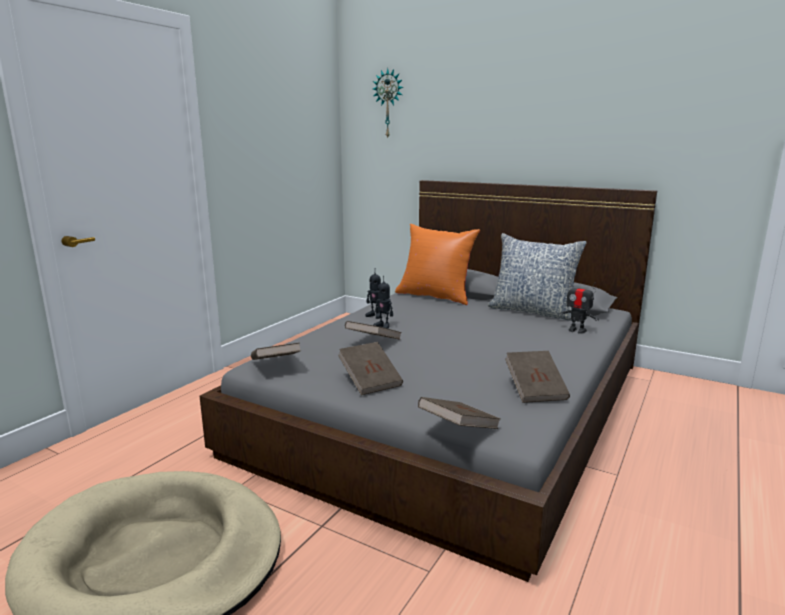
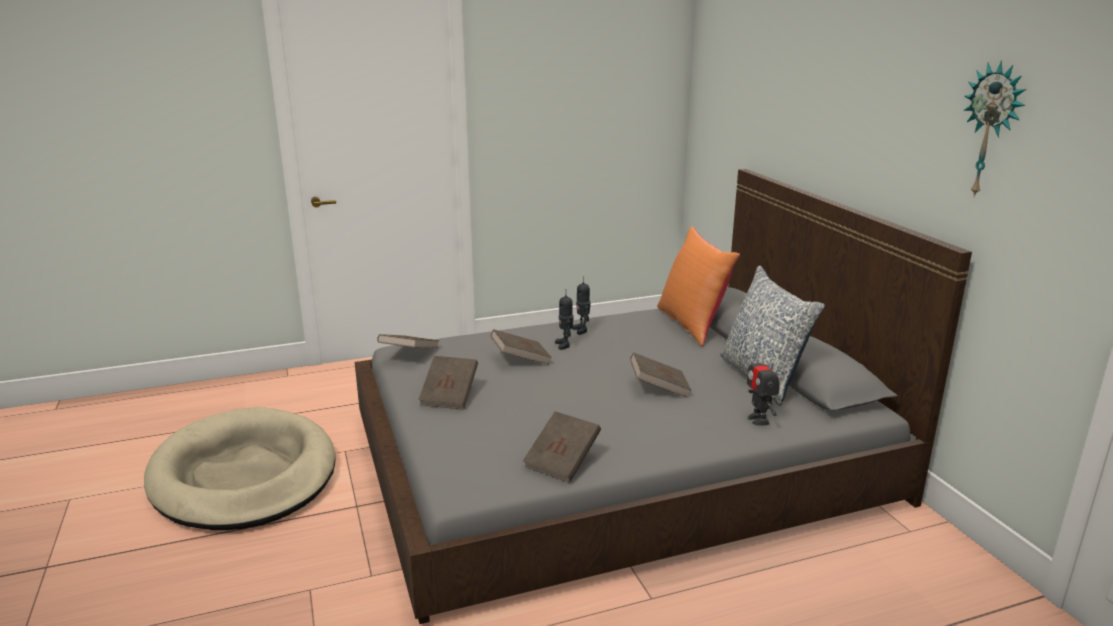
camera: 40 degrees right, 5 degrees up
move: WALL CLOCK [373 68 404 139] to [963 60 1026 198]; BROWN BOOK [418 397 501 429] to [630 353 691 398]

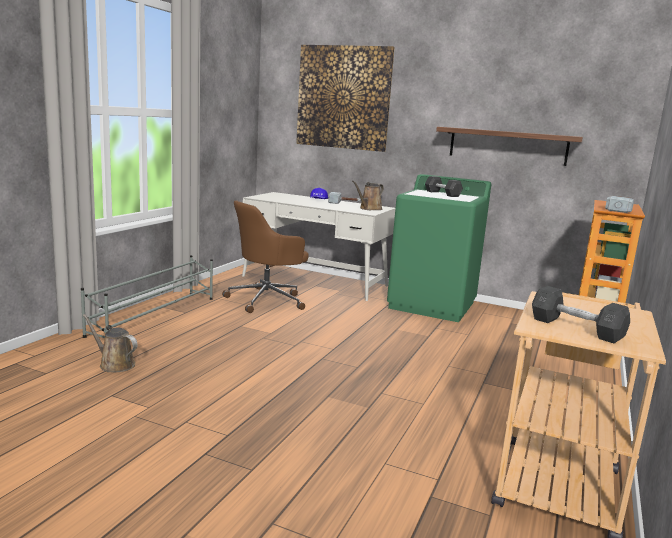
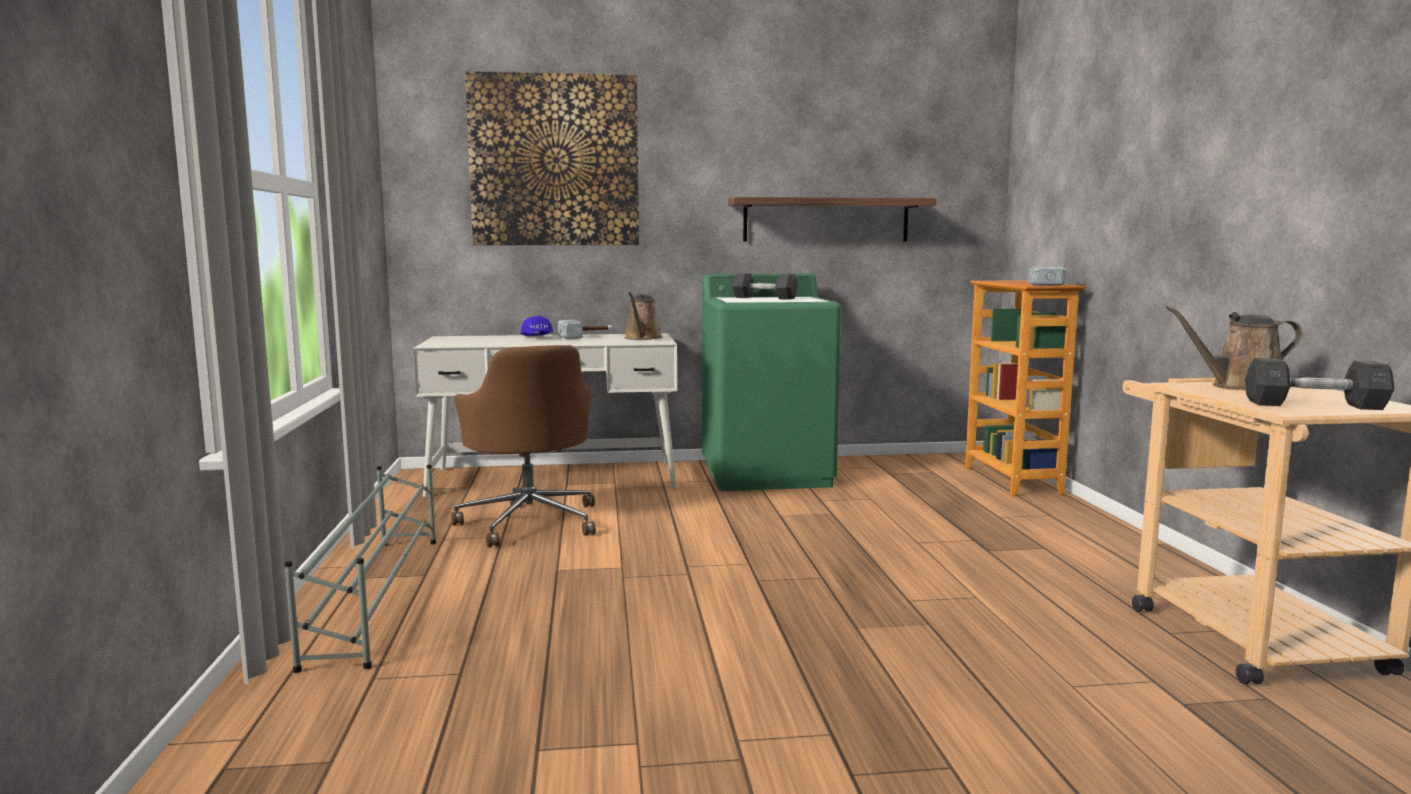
camera: 30 degrees left, 5 degrees down
move: BROWN WATERING CAN [83 314 137 372] to [1166 306 1303 390]
rotate: BROWN OFFICE CHAIR [222 200 309 313] = [451 345 596 548] 45 degrees counterclockwise

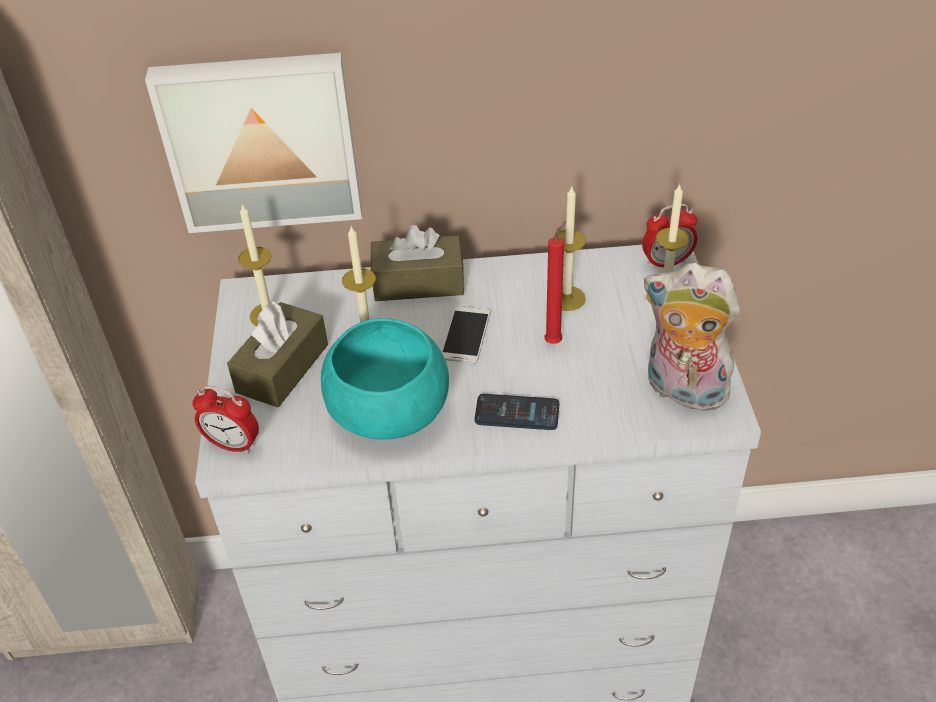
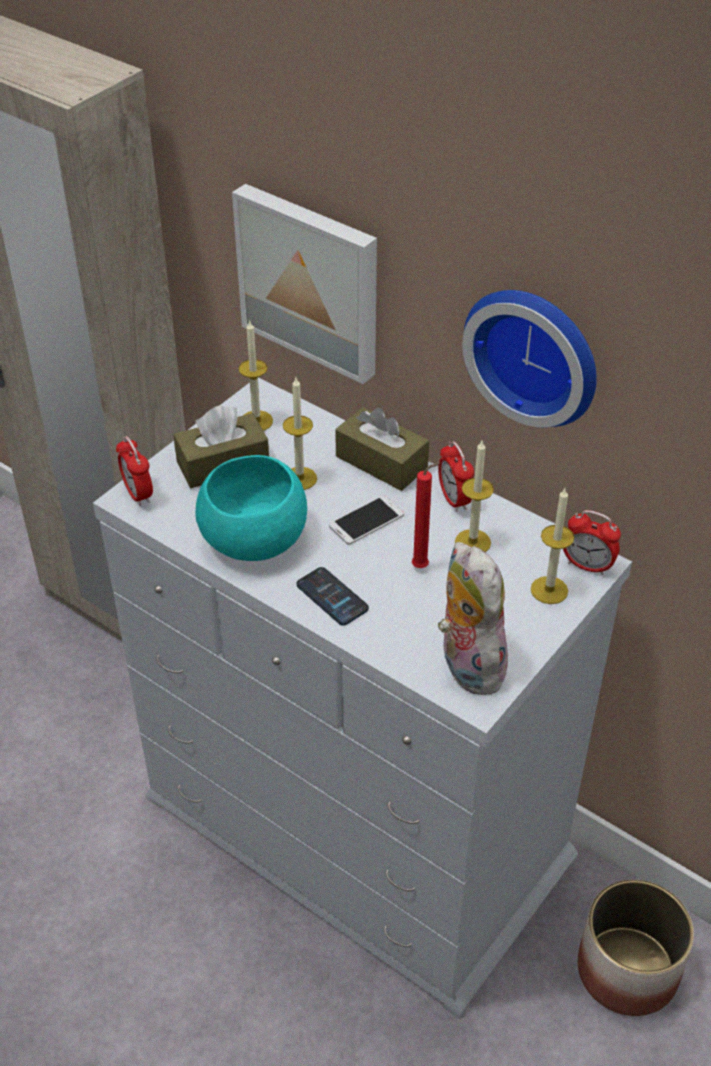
camera: 40 degrees right, 0 degrees up
insert: ALARM CLOCK [438 441 474 512]; WALL CLOCK [462 290 597 427]; PLANTER [578 879 694 1016]

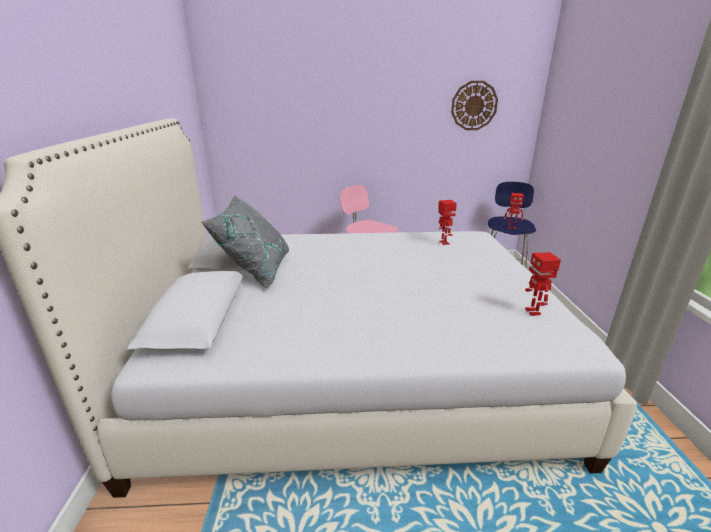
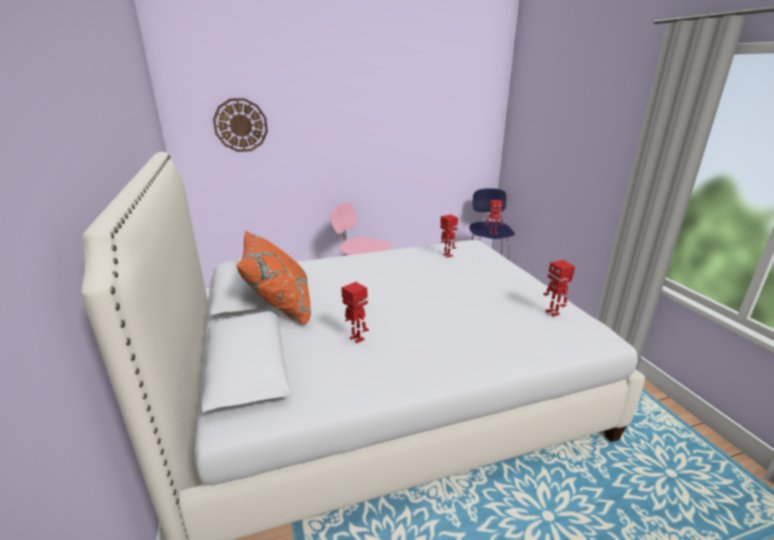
camera: 15 degrees left, 0 degrees up
insert: TOY ROBOT [341 282 369 343]
move: WALL CLOCK [451 81 498 130] to [213 98 268 152]
recolor: GREY PILLOW [202 195 289 288] to ORANGE PILLOW [236 231 311 324]

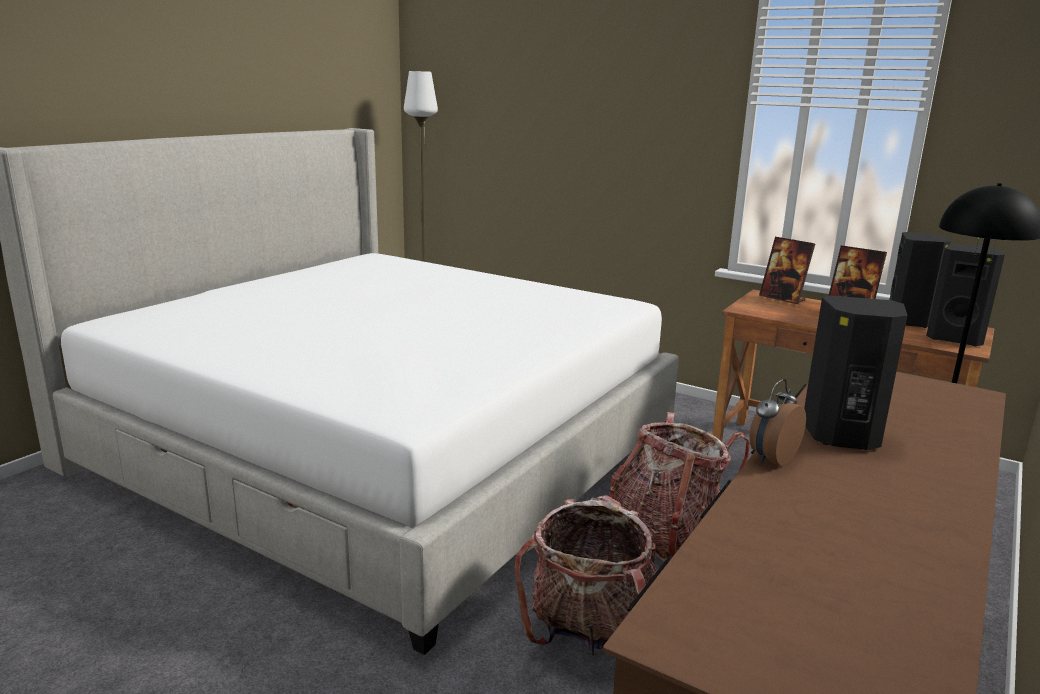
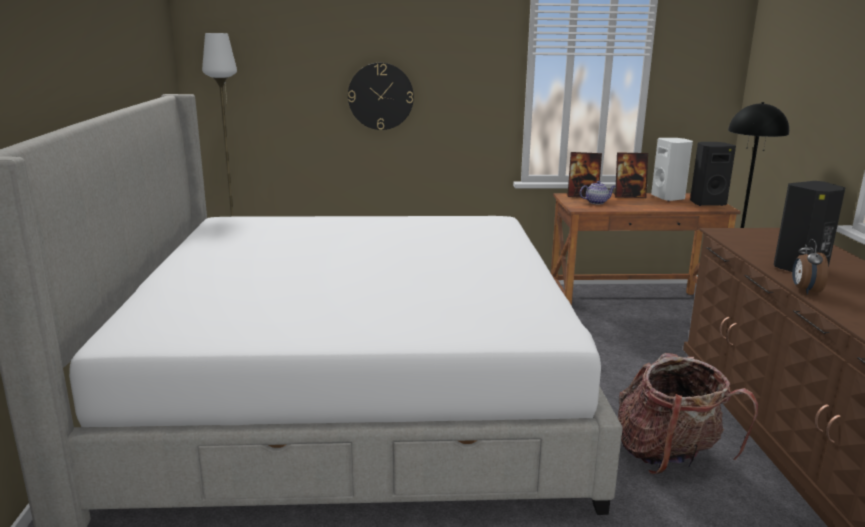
camera: 35 degrees left, 0 degrees up
delete: BACKPACK [609 412 750 562]
insert: WALL CLOCK [348 63 414 130]; TEAPOT [580 181 616 204]
recolor: BLACK SPEAKER [889 232 951 328] to WHITE SPEAKER [651 138 693 201]

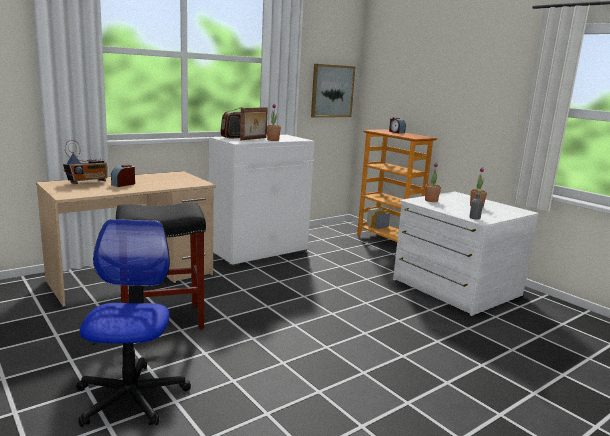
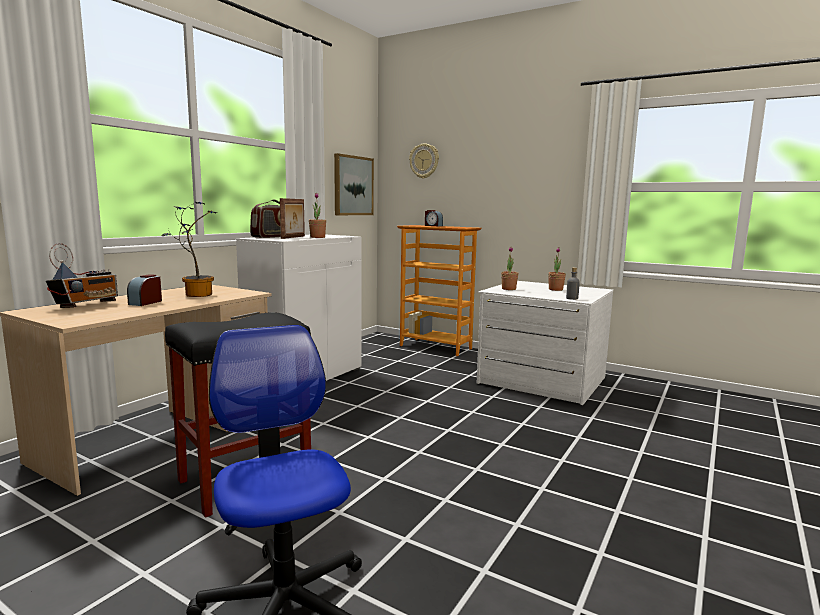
camera: 20 degrees left, 5 degrees down
insert: POTTED PLANT [161 202 217 297]; WALL CLOCK [409 144 439 179]

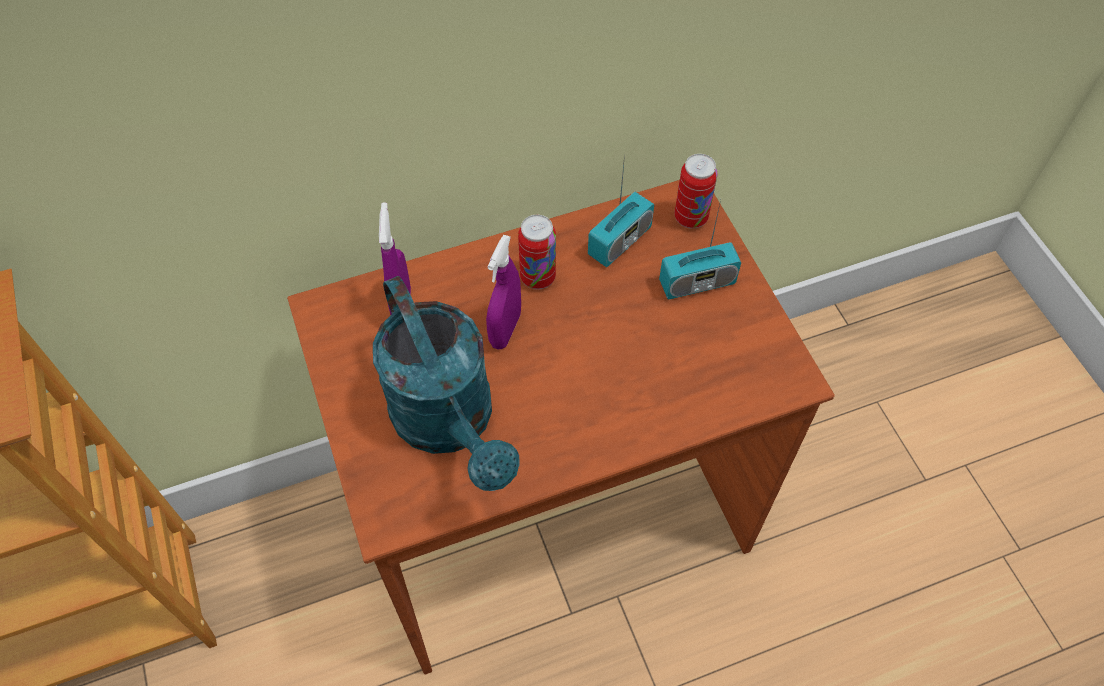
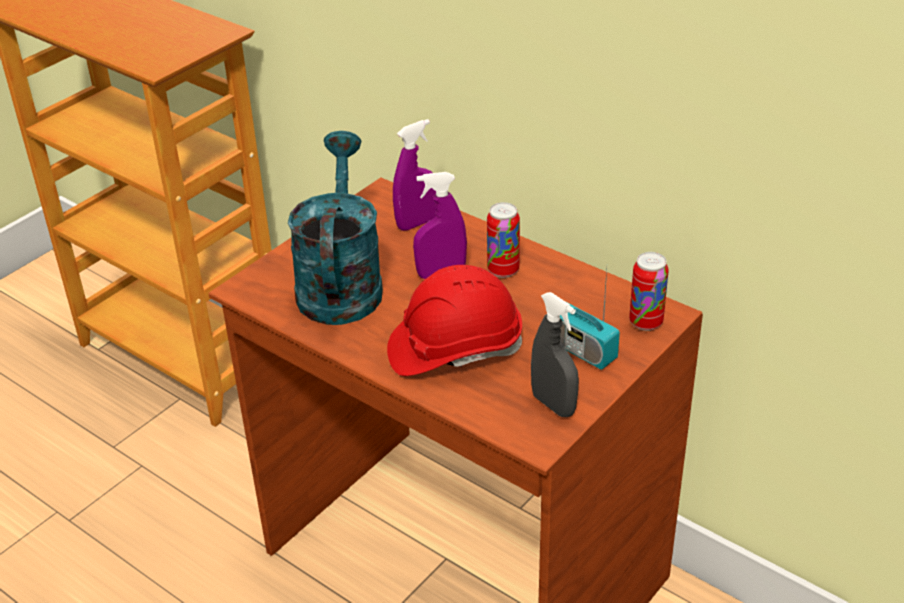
camera: 60 degrees right, 20 degrees down
delete: RADIO [588 154 654 267]
insert: RED HARD HAT [387 265 522 376]; GREY SPRAY BOTTLE [531 292 579 417]
rotate: TURQUOISE WATERING CAN [373 276 520 491] = [288 131 383 325] 150 degrees clockwise

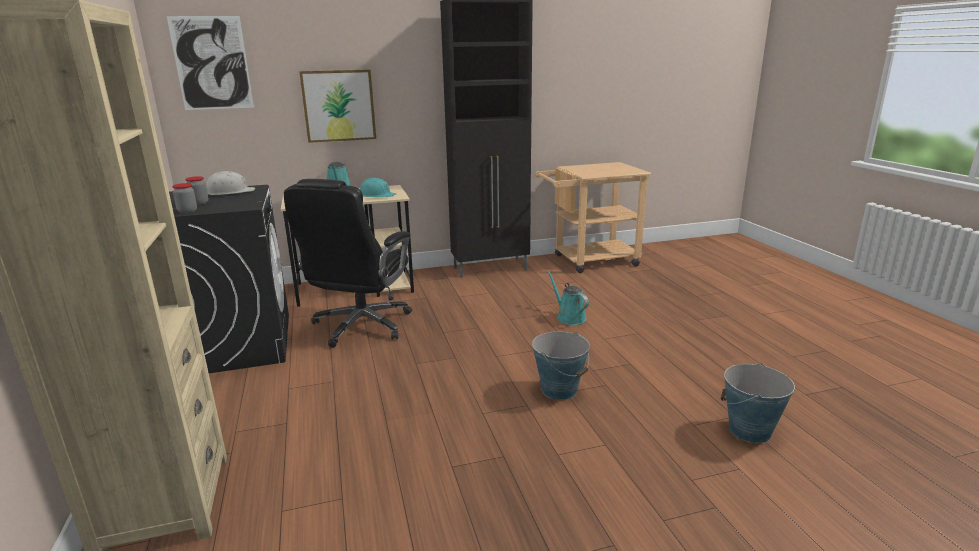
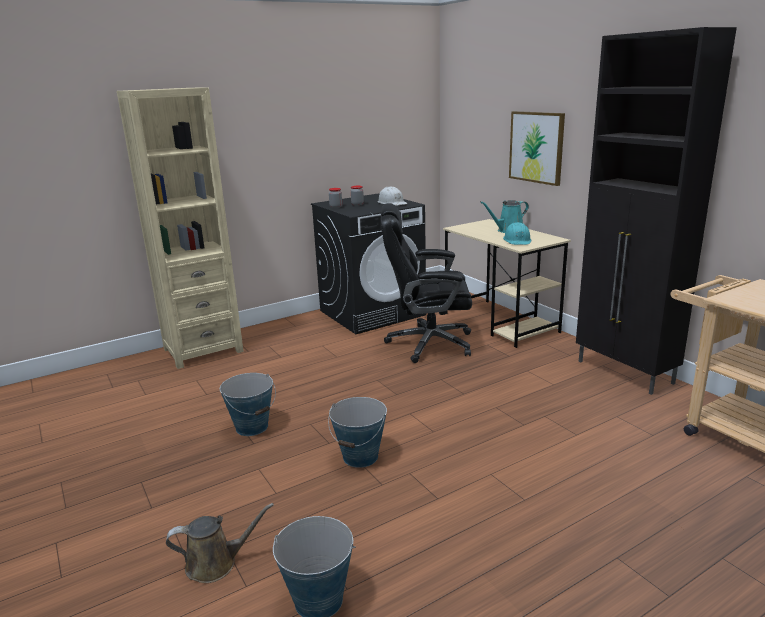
camera: 75 degrees right, 0 degrees up
delete: PICTURE [167 16 254 110]; TURQUOISE WATERING CAN [547 271 589 325]
insert: BROWN WATERING CAN [166 503 274 583]; BUCKET [220 373 276 436]

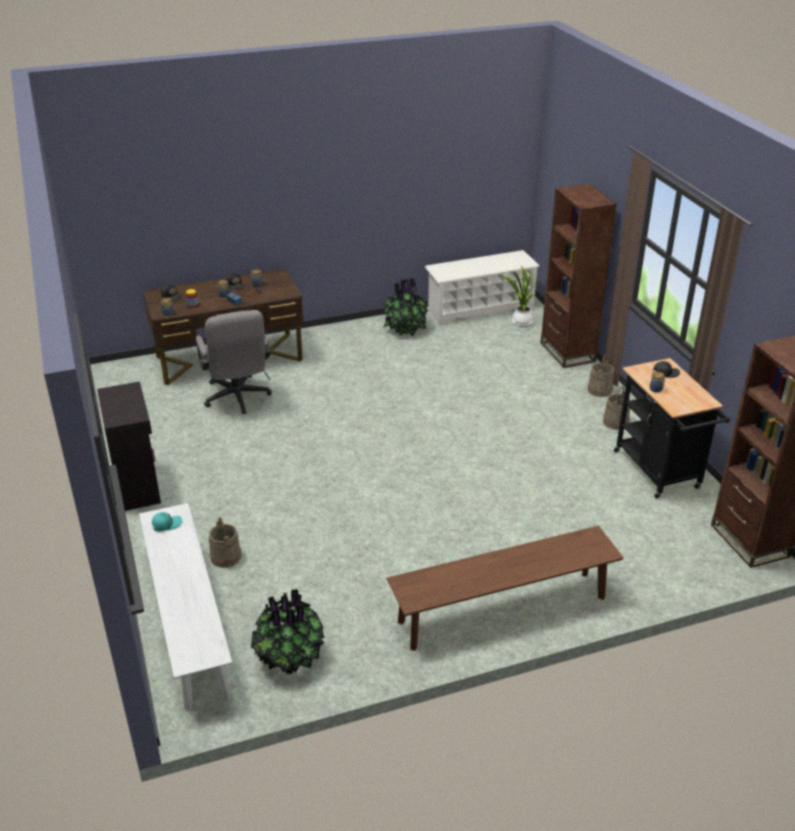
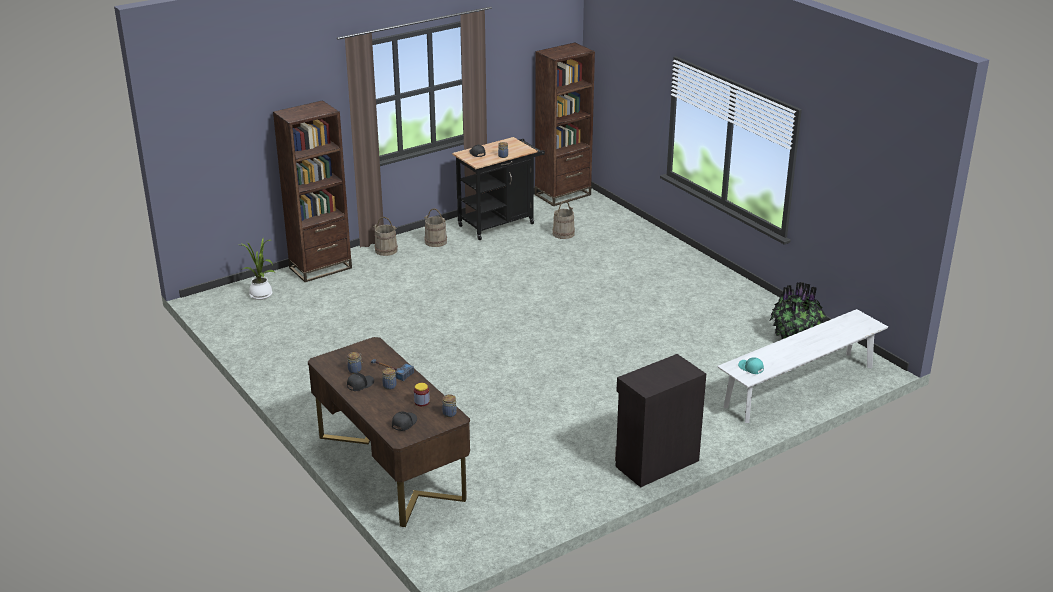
camera: 105 degrees left, 5 degrees down
delete: GREY OFFICE CHAIR [196 310 272 414]; POTTED PLANT [383 278 430 336]; BROWN BENCH [386 526 624 651]; WHITE SHOE RACK [425 250 540 326]
move: BEIGE BUCKET [209 517 242 568] to [553 201 575 239]

